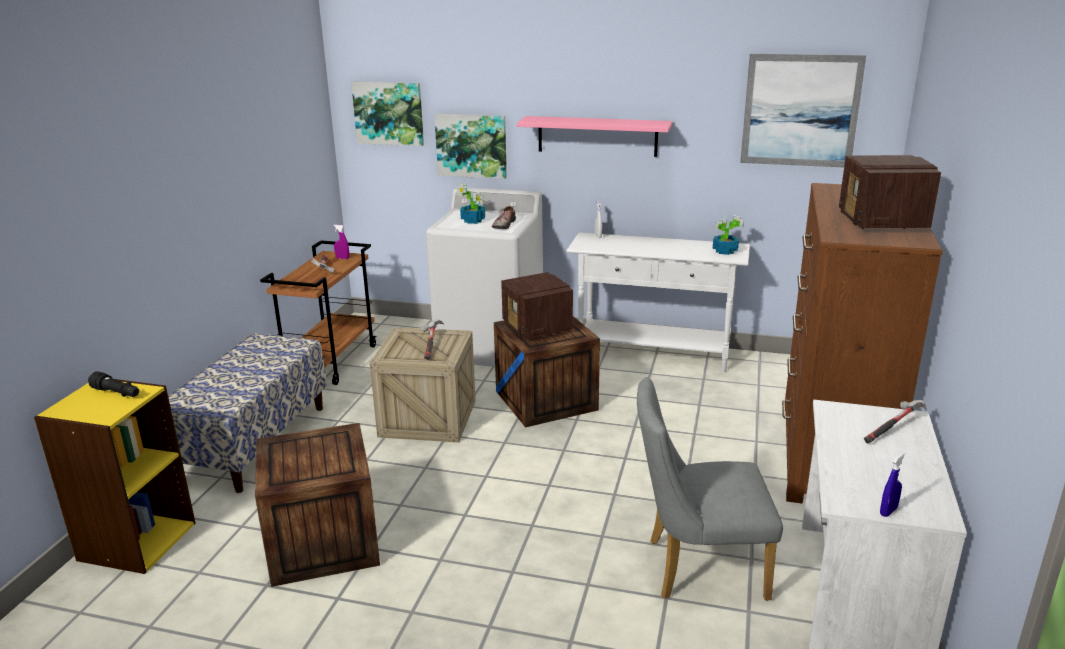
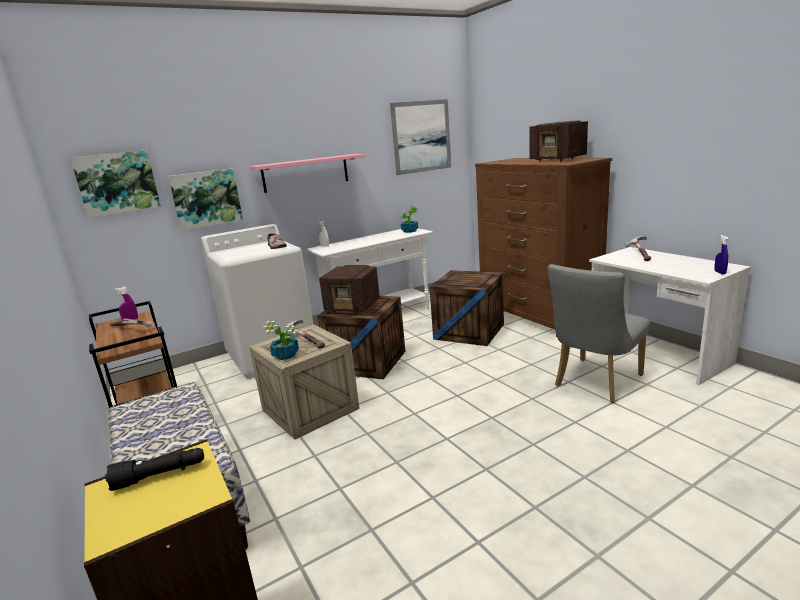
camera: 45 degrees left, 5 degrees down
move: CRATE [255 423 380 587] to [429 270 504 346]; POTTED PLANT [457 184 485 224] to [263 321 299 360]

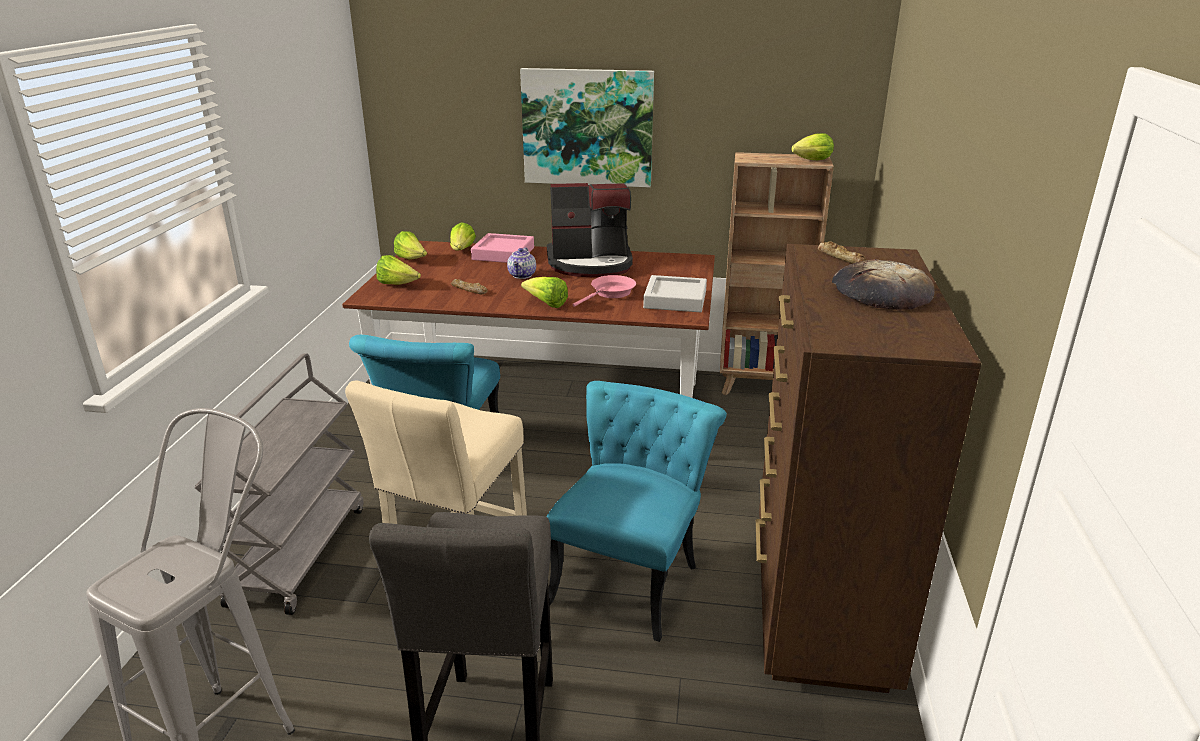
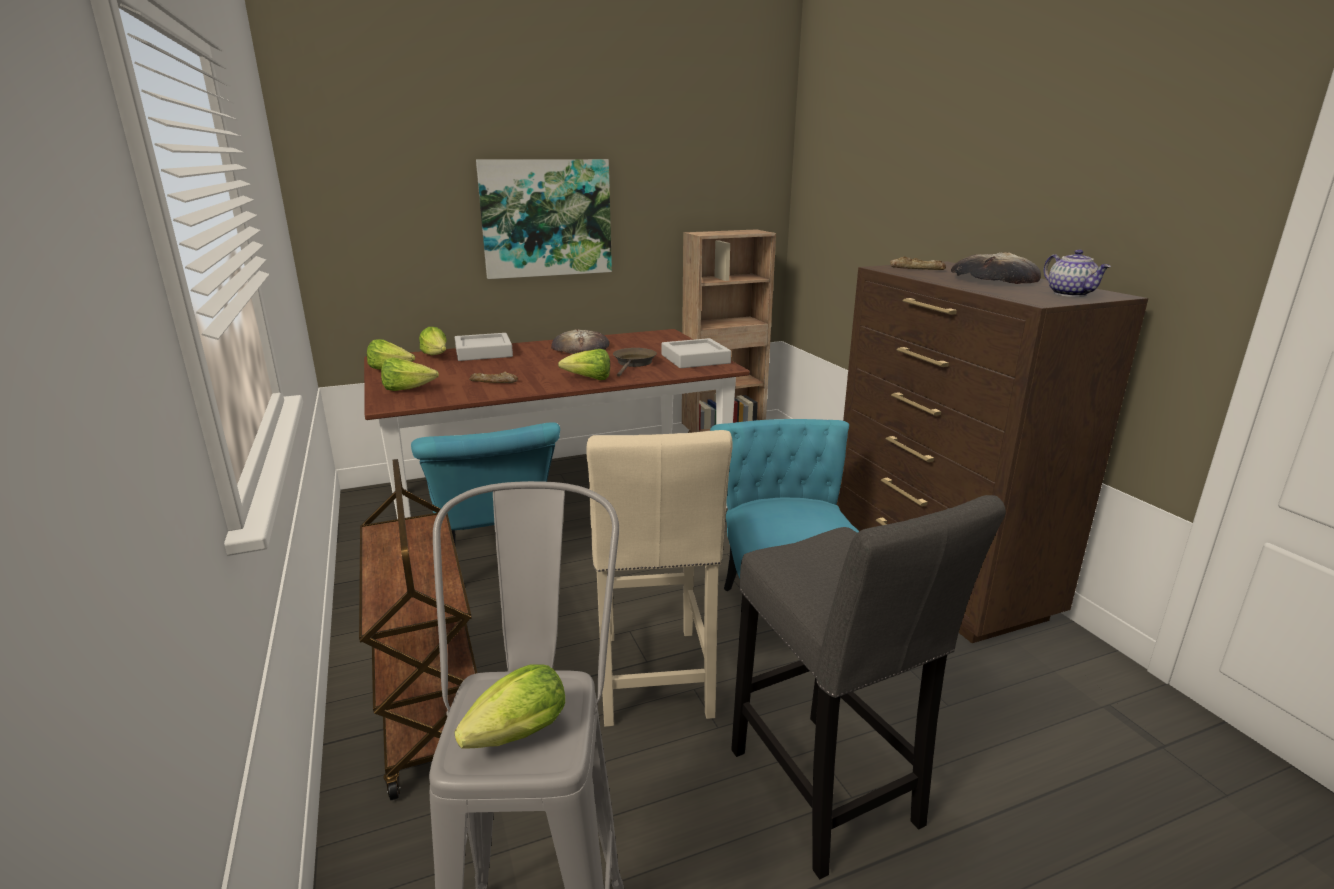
camera: 30 degrees left, 5 degrees down
move: TEAPOT [507 247 536 279] to [1043 249 1111 297]; LETTUCE [791 133 834 160] to [454 665 565 749]
replace: COFFEE MACHINE [547 183 633 277] to BREAD [551 329 609 354]
recolor: GREY CART [195 353 363 615] to BROWN CART [359 459 477 800]; PINK TRAY [471 233 534 263] to GREY TRAY [455 333 513 361]; PINK FRYING PAN [572 275 636 307] to BROWN FRYING PAN [613 348 657 377]

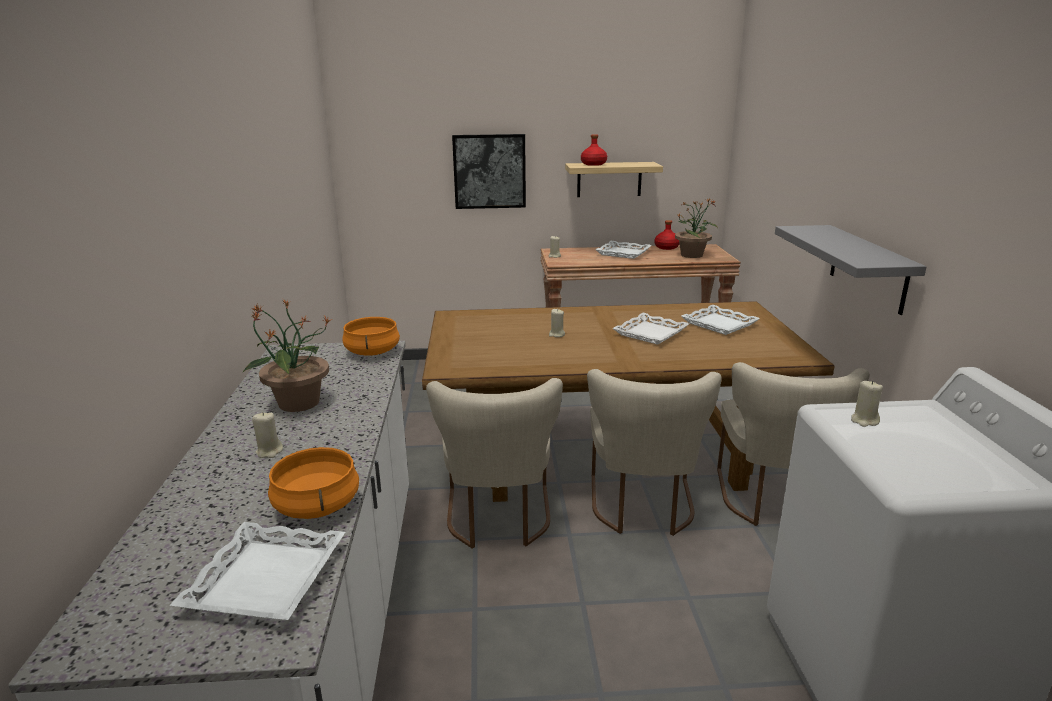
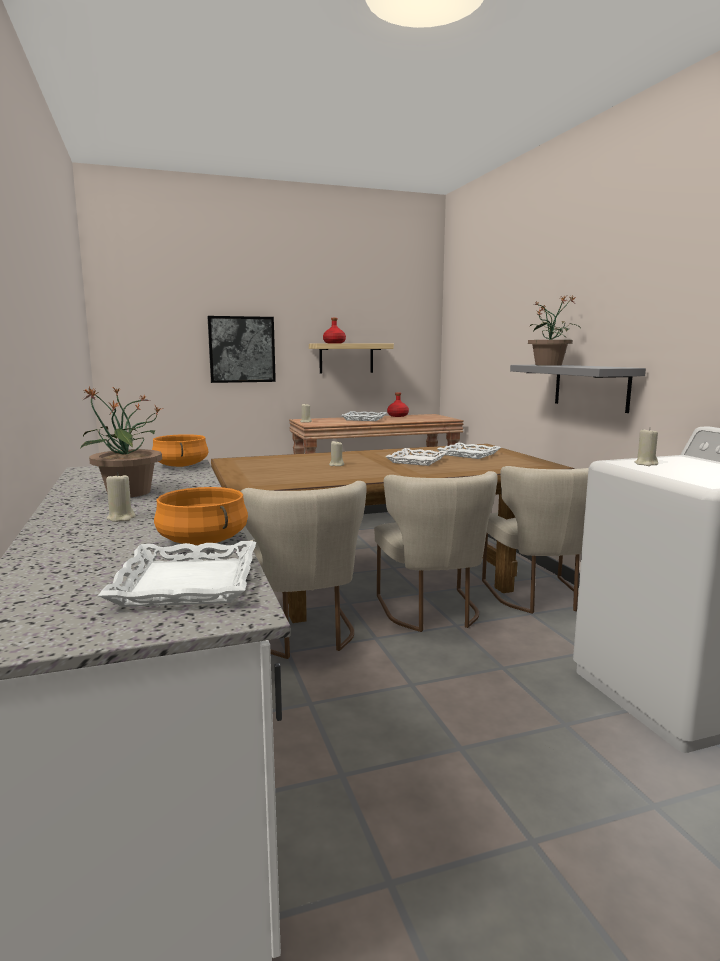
camera: 15 degrees left, 10 degrees down
move: POTTED PLANT [675 198 718 258] to [528 295 581 366]

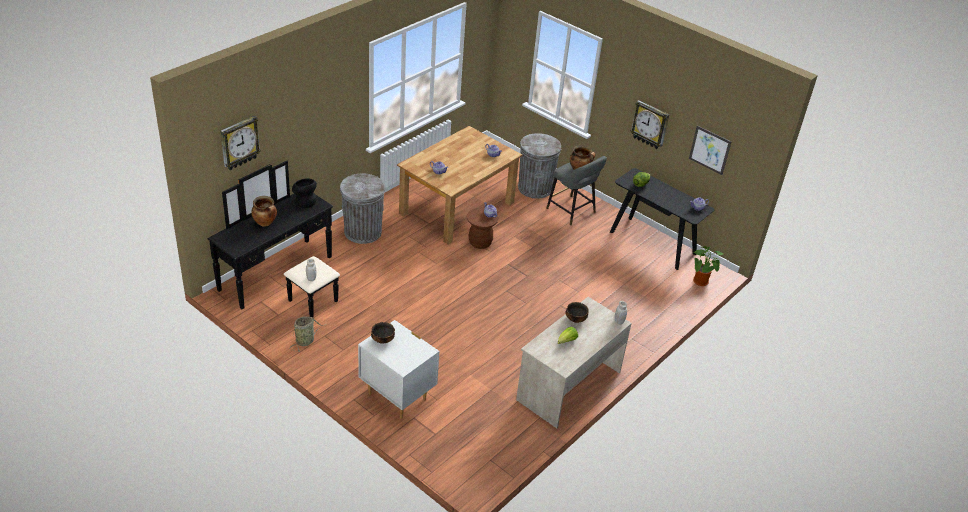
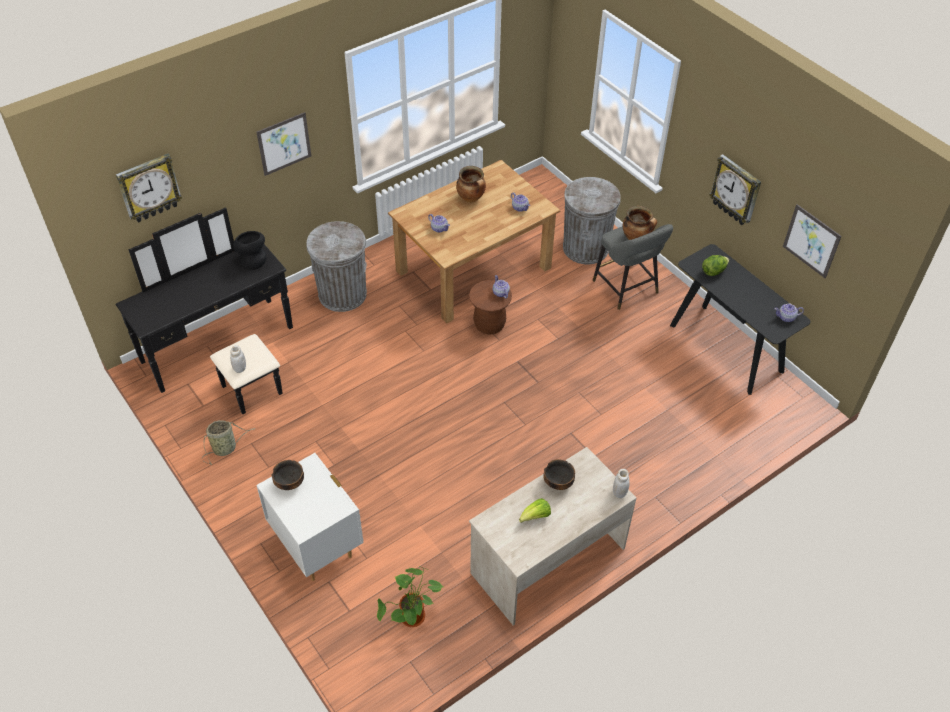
camera: 15 degrees right, 10 degrees up
insert: PICTURE [257 112 311 176]
move: COOKING POT [251 196 277 227] to [456 166 486 203]; POTTED PLANT [693 246 723 286] to [377 566 443 627]

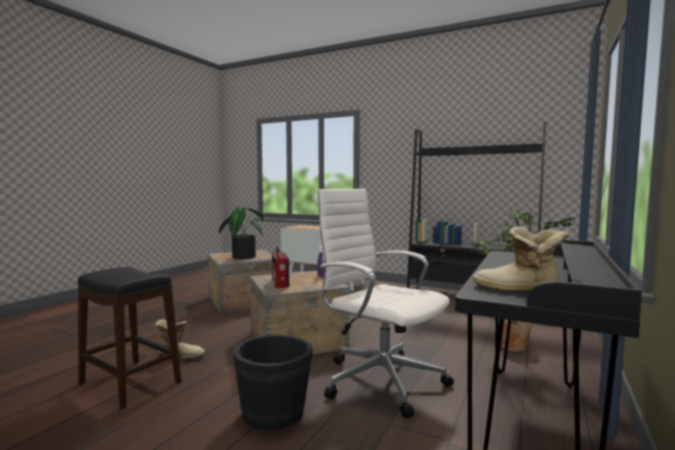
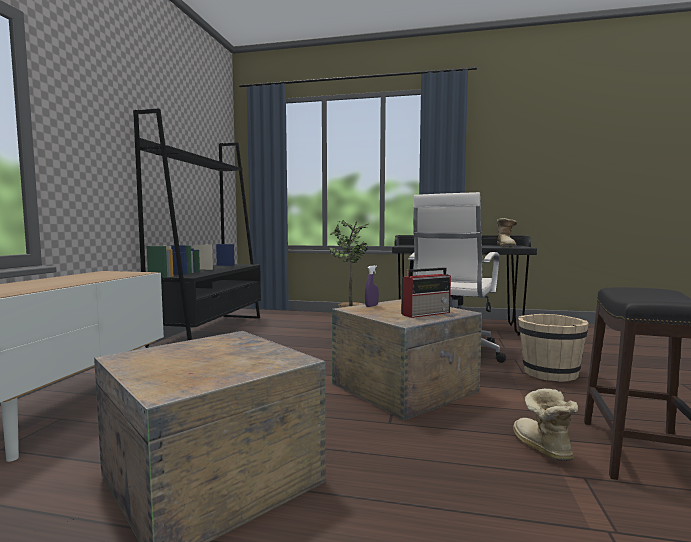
camera: 105 degrees left, 0 degrees up
delete: POTTED PLANT [219 207 264 259]
recolor: BLACK BUCKET [233 334 313 432] to BEIGE BUCKET [518 314 589 382]

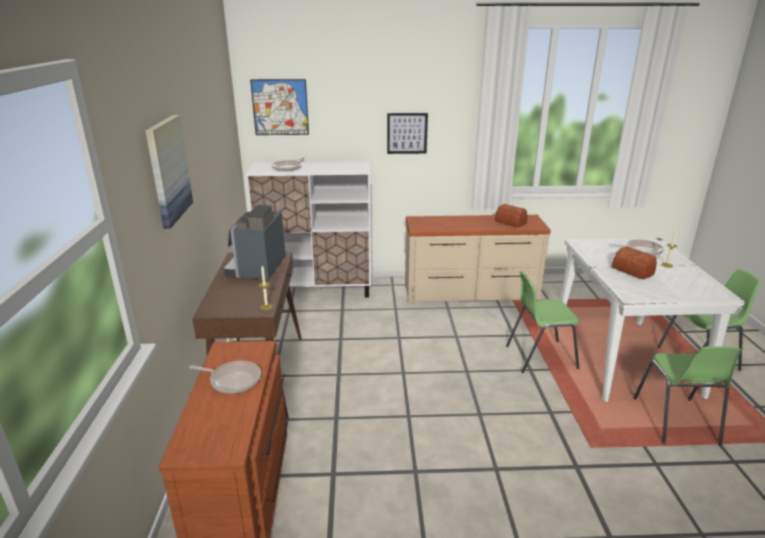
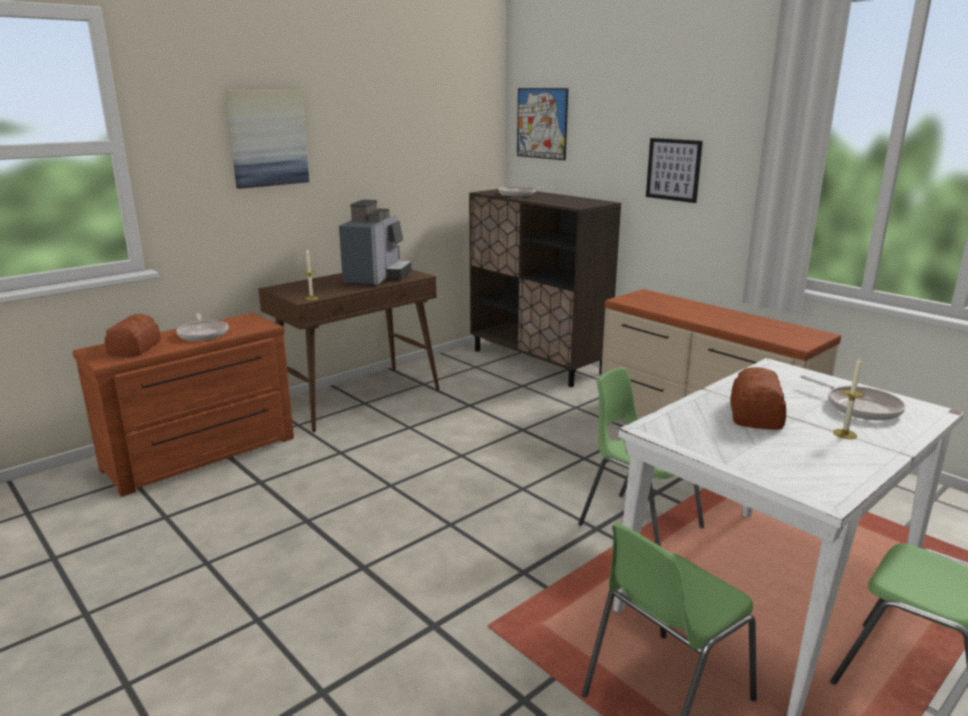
camera: 50 degrees right, 5 degrees down
move: BREAD [495 204 527 227] to [105 314 161 356]
recolor: WHITE CABINET [246 161 371 298] to BROWN CABINET [469 189 621 387]
rotate: COFFEE MACHINE [224 205 286 279] = [339 200 412 286] 135 degrees clockwise

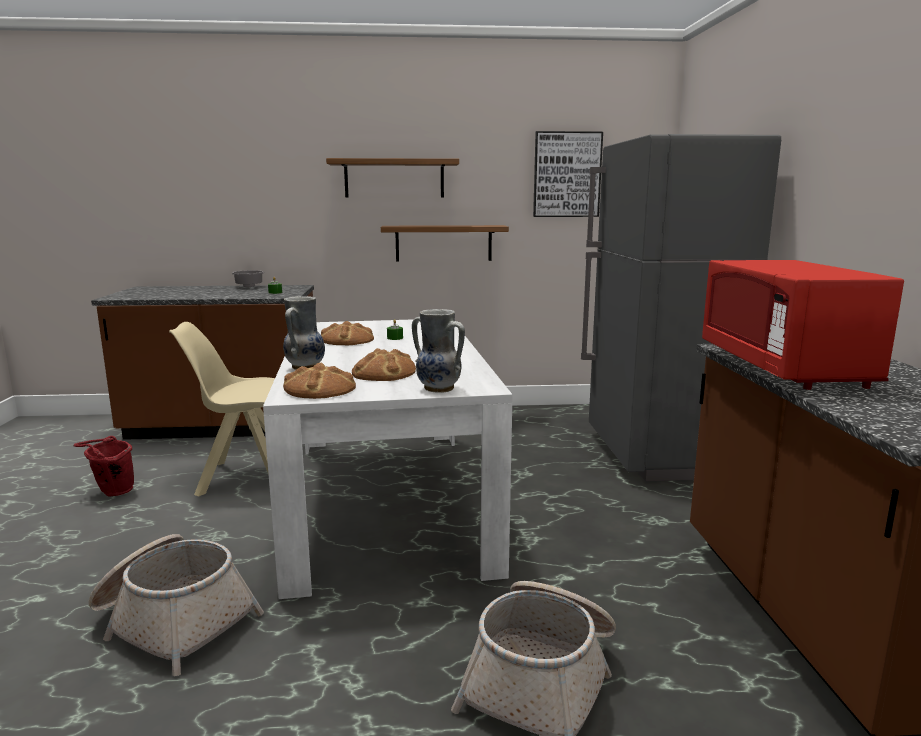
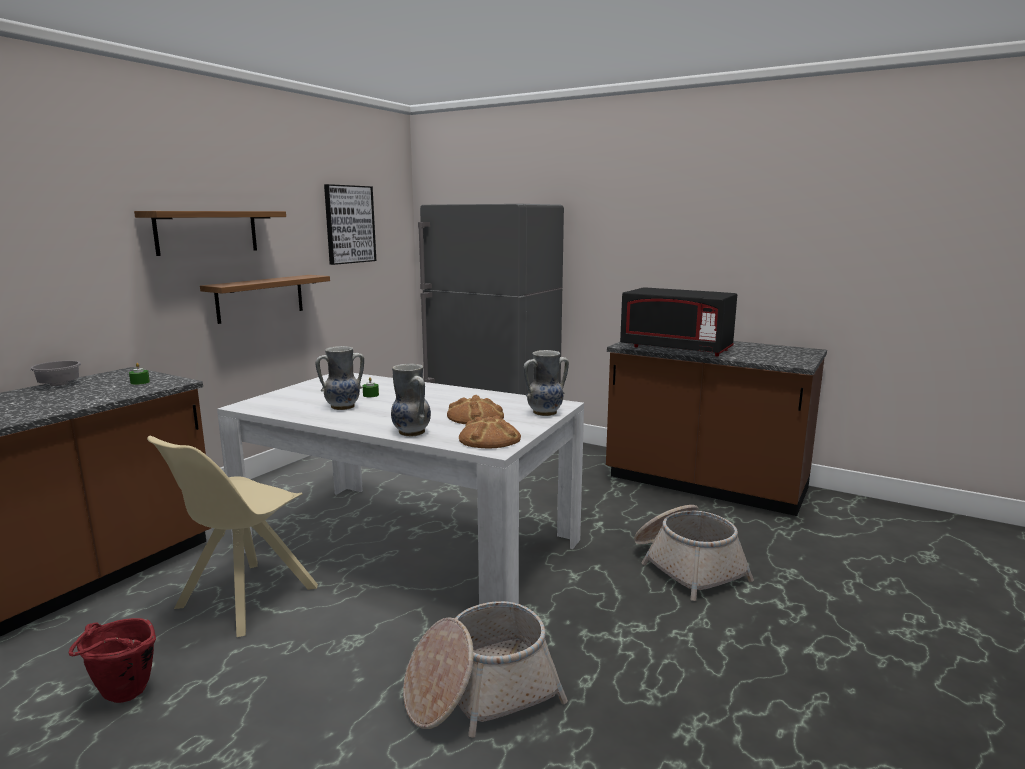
camera: 55 degrees left, 0 degrees up
replace: BREAD [321 321 374 345] to VASE [316 346 364 410]
recolor: RED MICROWAVE [702 260 904 390] to BLACK MICROWAVE [620 287 737 356]

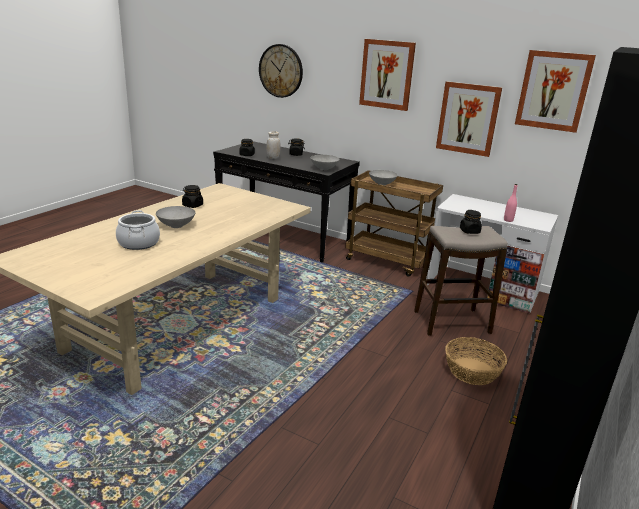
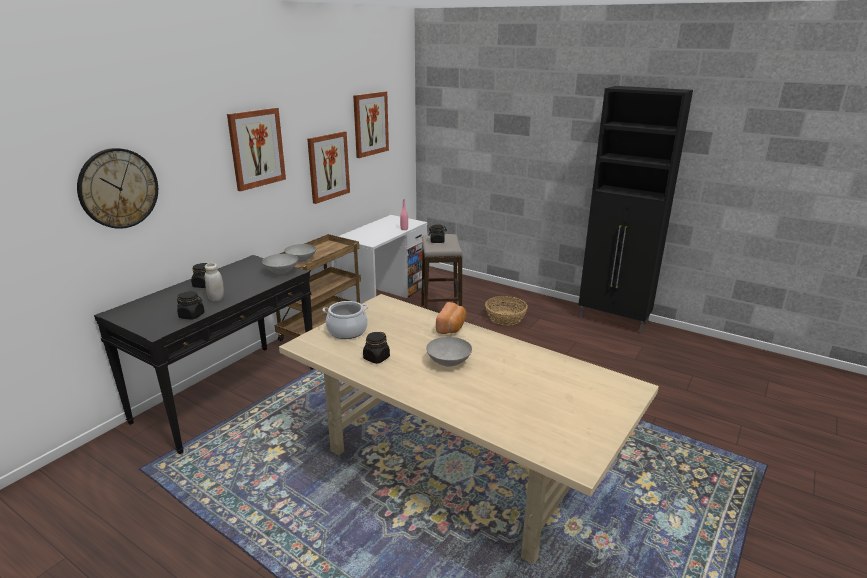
camera: 85 degrees left, 0 degrees up
insert: BREAD [436 302 466 334]
move: COOKING POT [116 210 160 250] to [323 301 369 339]

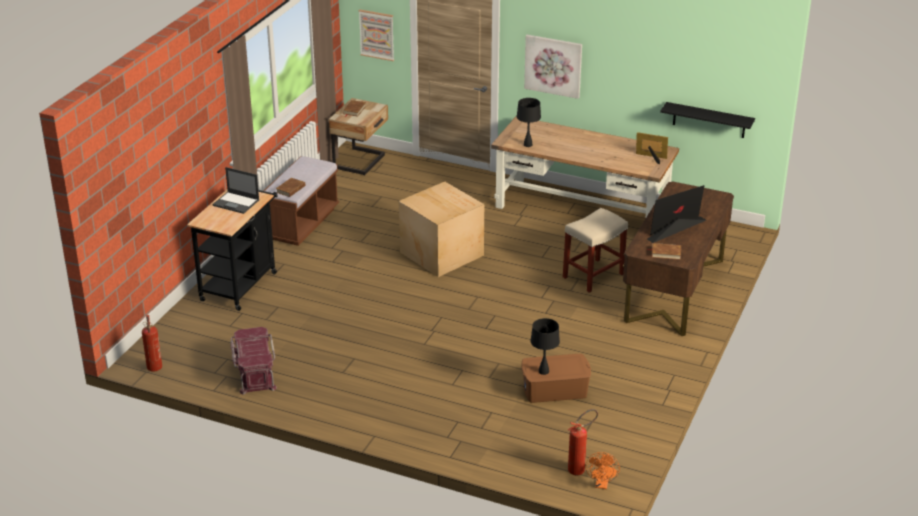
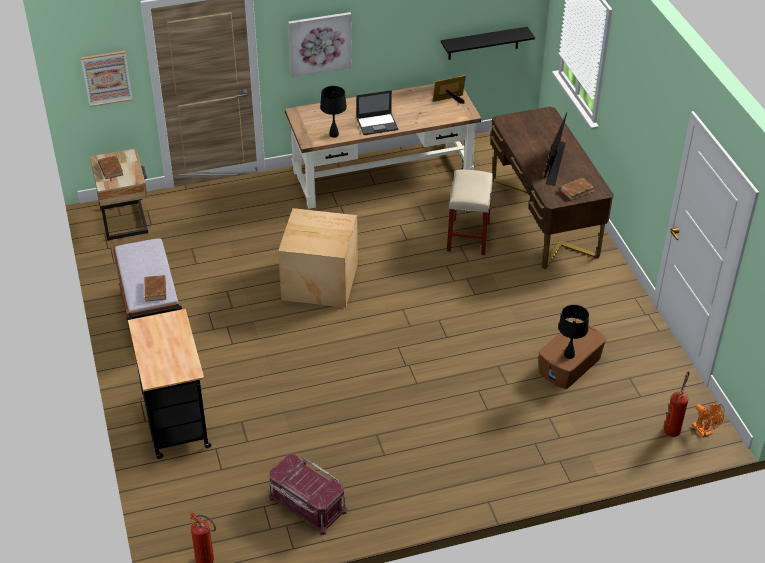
camera: 40 degrees left, 10 degrees up
move: LAPTOP [212 167 259 214] to [356 90 398 135]

